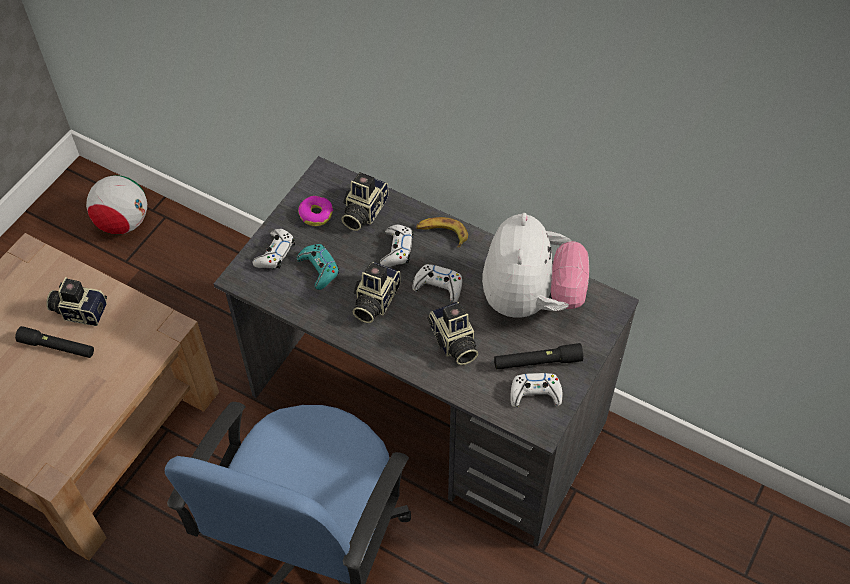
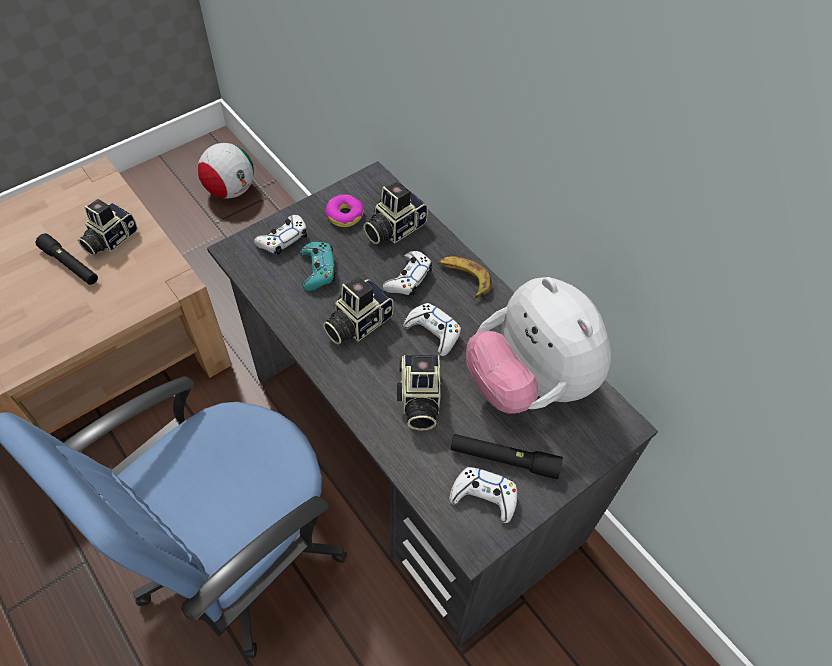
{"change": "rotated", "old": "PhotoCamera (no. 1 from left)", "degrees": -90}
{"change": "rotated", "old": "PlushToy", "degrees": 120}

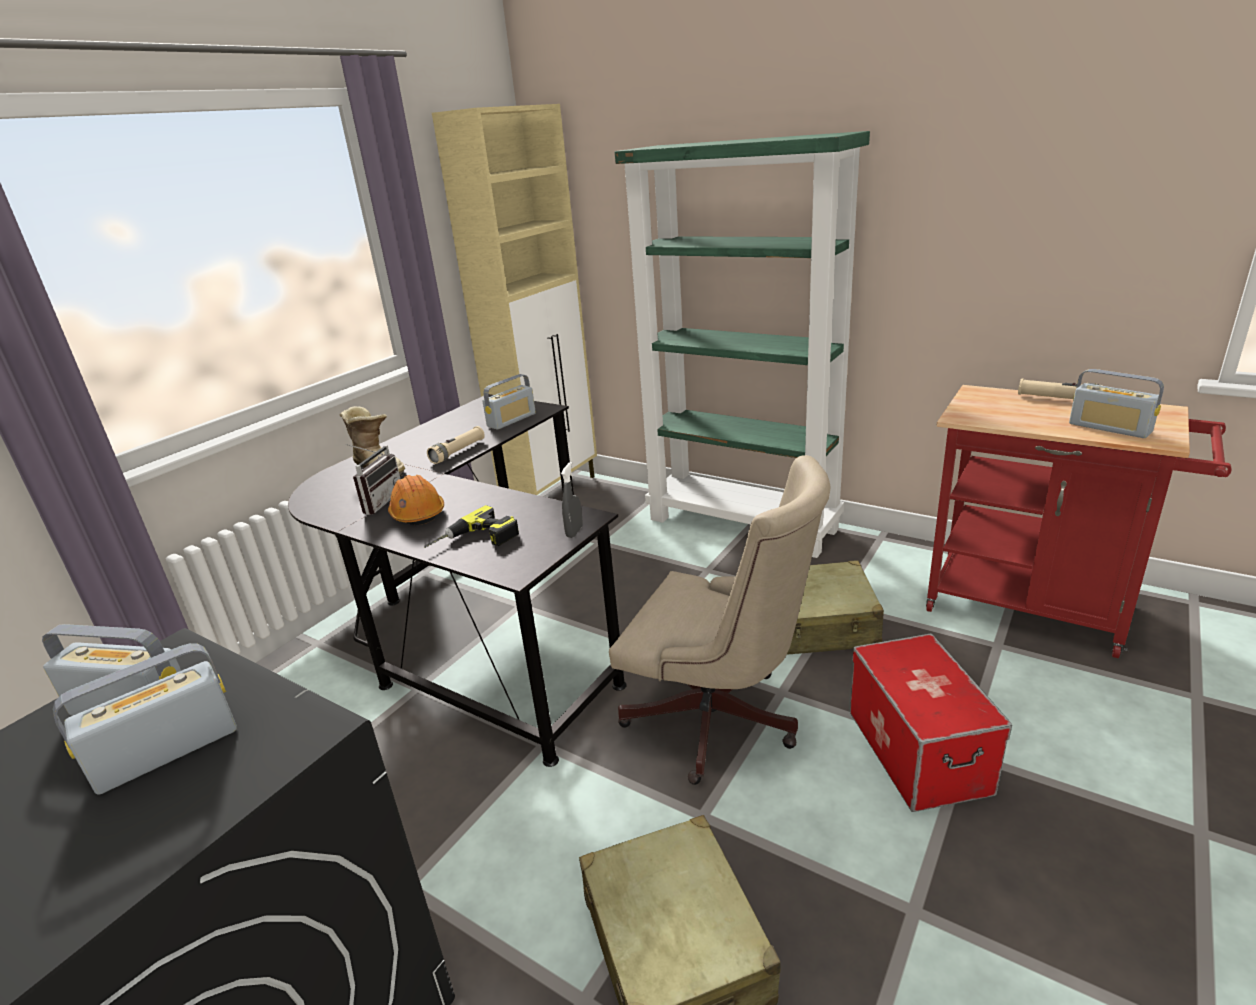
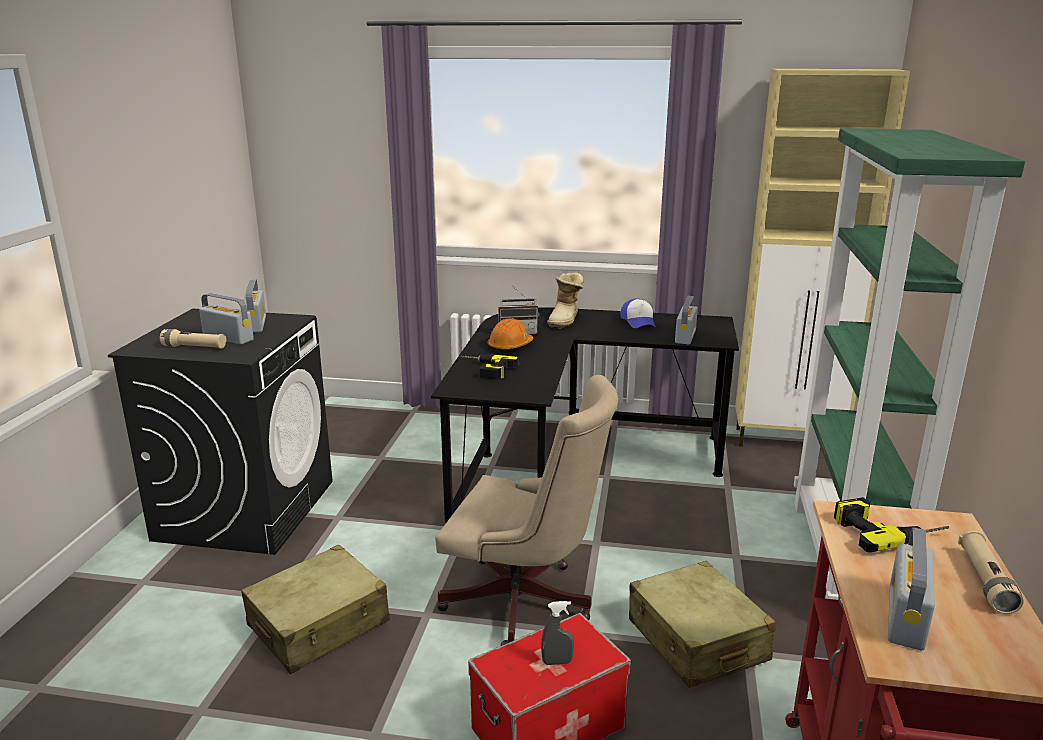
{"change": "shifted", "old": "BeigeColouredFlashlight (no. 1 from left)"}
{"change": "rotated", "old": "BeigeColouredDeskChair", "degrees": -75}
{"change": "shifted", "old": "GreySprayBottle"}
{"change": "new", "new": "BaseballCap"}
{"change": "rotated", "old": "RadioReceiver (no. 4 from left)", "degrees": -90}
{"change": "new", "new": "ElectricDrill (no. 2 from left)"}

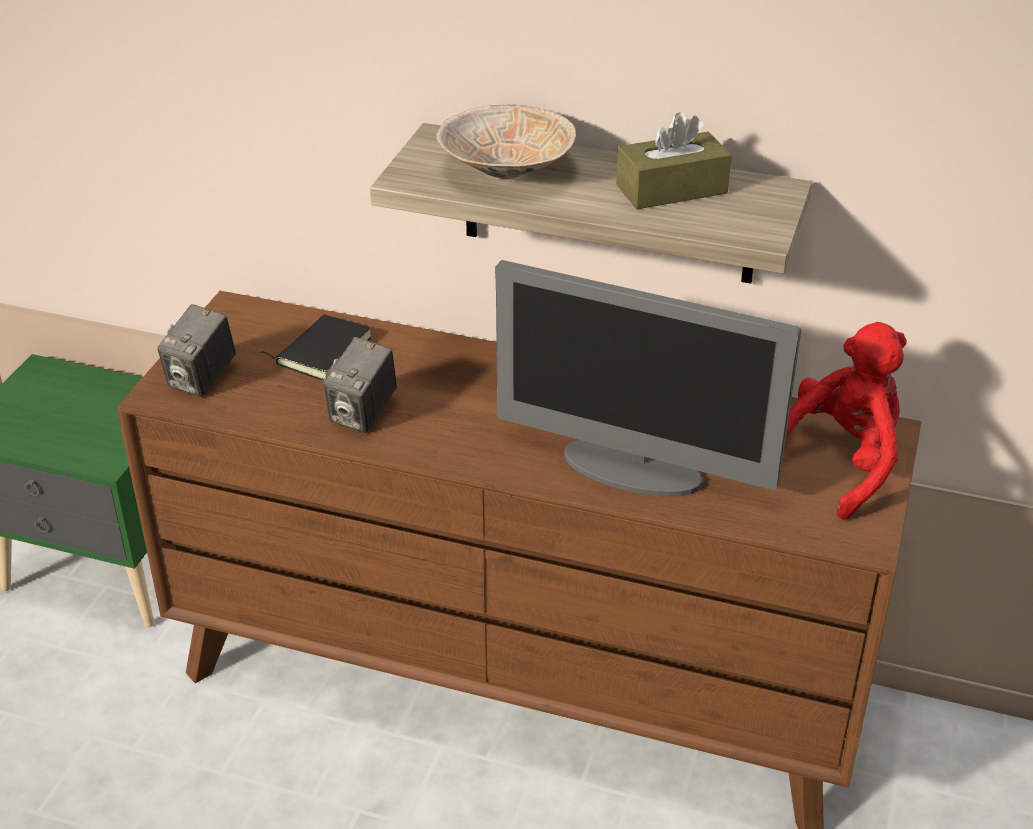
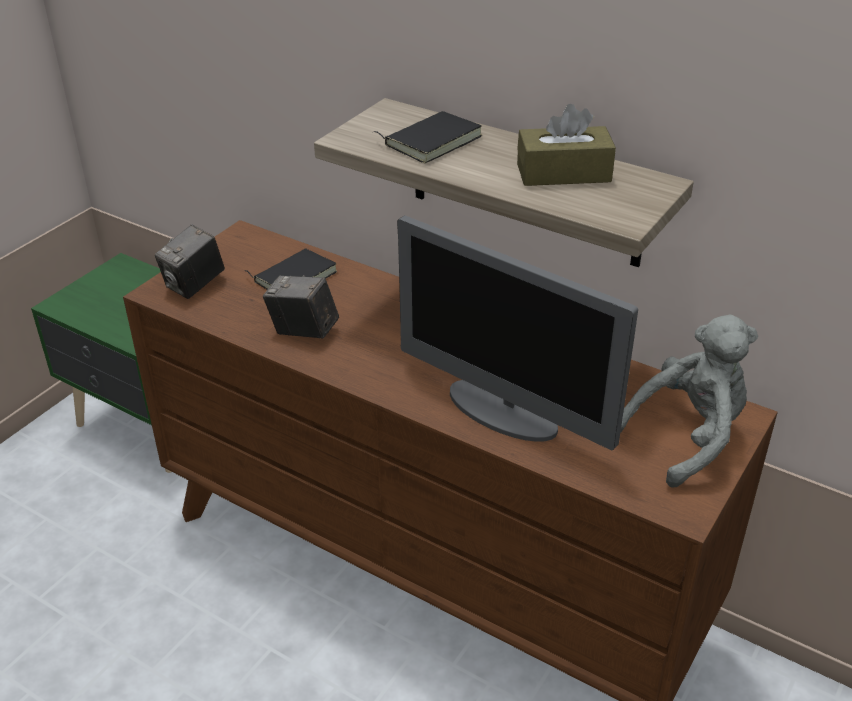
{"change": "rotated", "old": "PhotoCamera (no. 2 from left)", "degrees": 75}
{"change": "swapped", "old": "BeigeColouredServingBowl", "new": "BlackBoundBook (no. 2 from left)"}
{"change": "repainted", "old": "RedPlushToy", "new": "GreyPlushToy"}

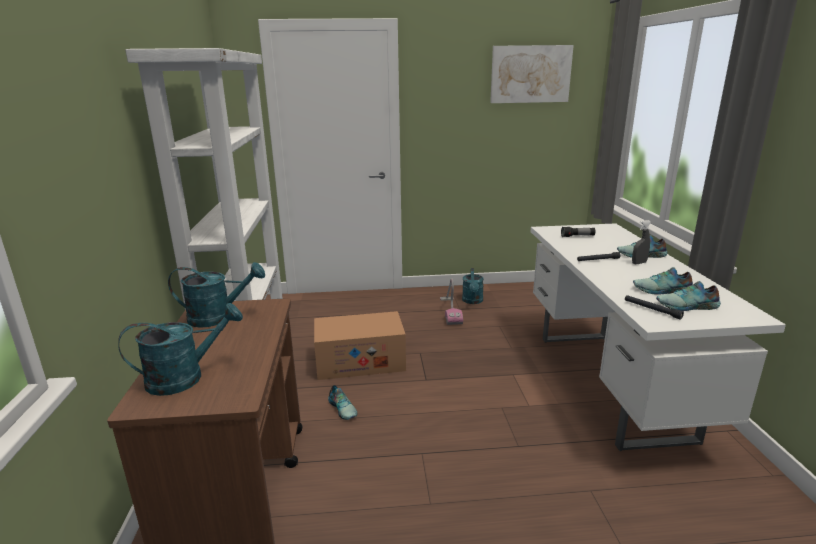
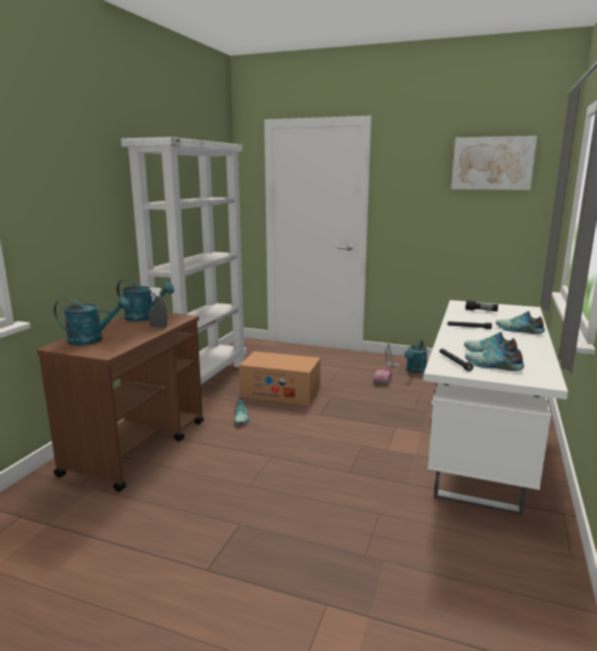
{"change": "shifted", "old": "GreySprayBottle"}

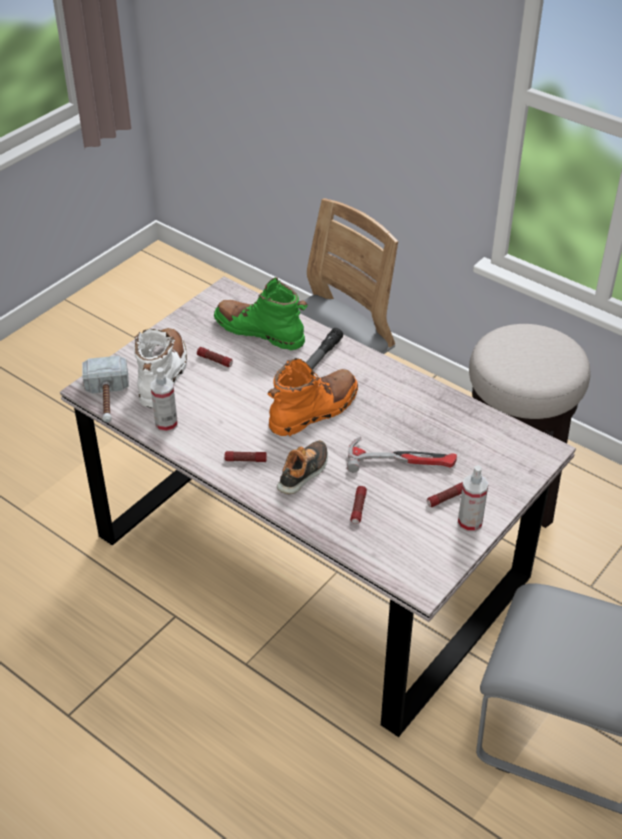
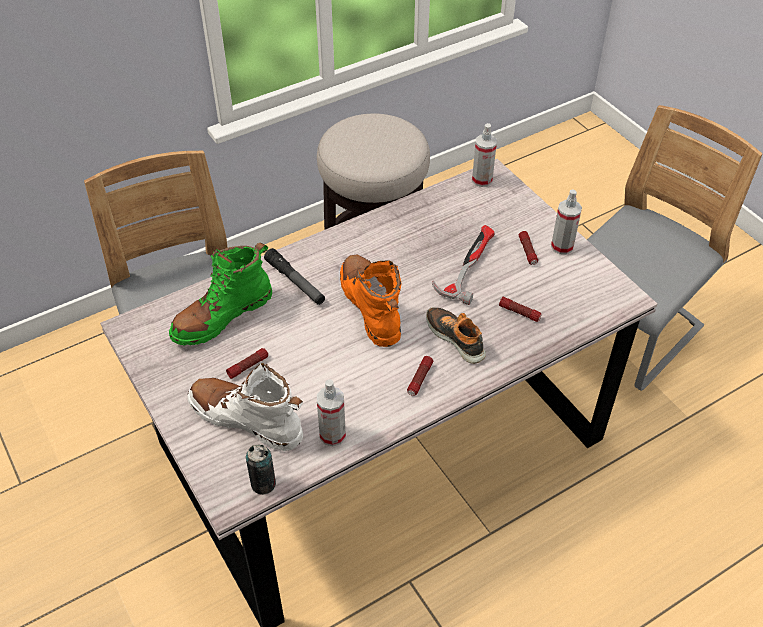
{"change": "swapped", "old": "HandHammer (no. 1 from left)", "new": "MetalCan"}
{"change": "new", "new": "SprayBottle (no. 2 from left)"}

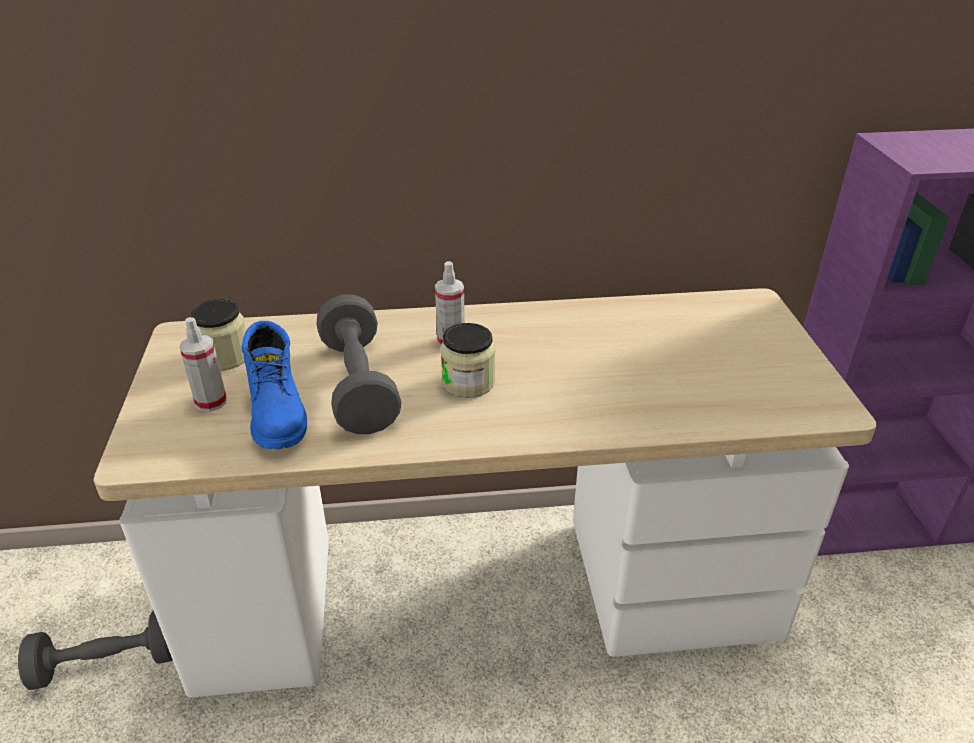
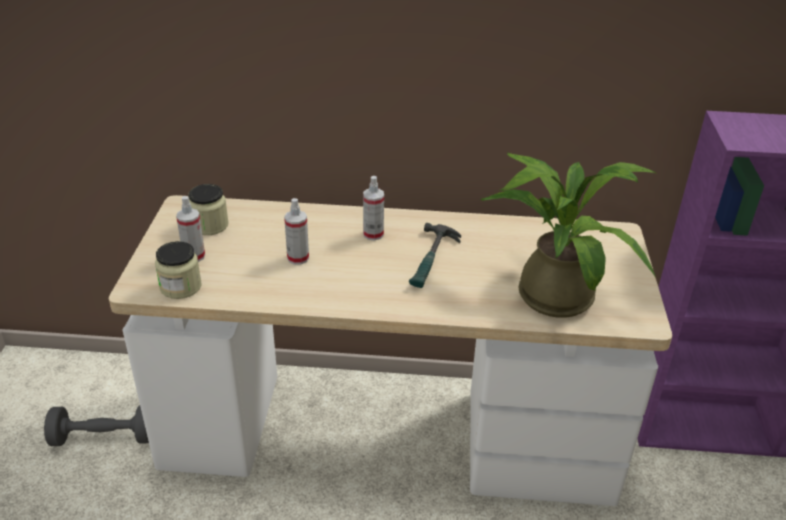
{"change": "shifted", "old": "Jar (no. 2 from left in the first image)", "new": "Jar (no. 1 from left)"}
{"change": "swapped", "old": "GreyHandWeight (no. 2 from left)", "new": "SprayBottle (no. 2 from left)"}
{"change": "new", "new": "HandHammer"}
{"change": "new", "new": "Houseplant"}
{"change": "gone", "old": "BluishTallBoot"}

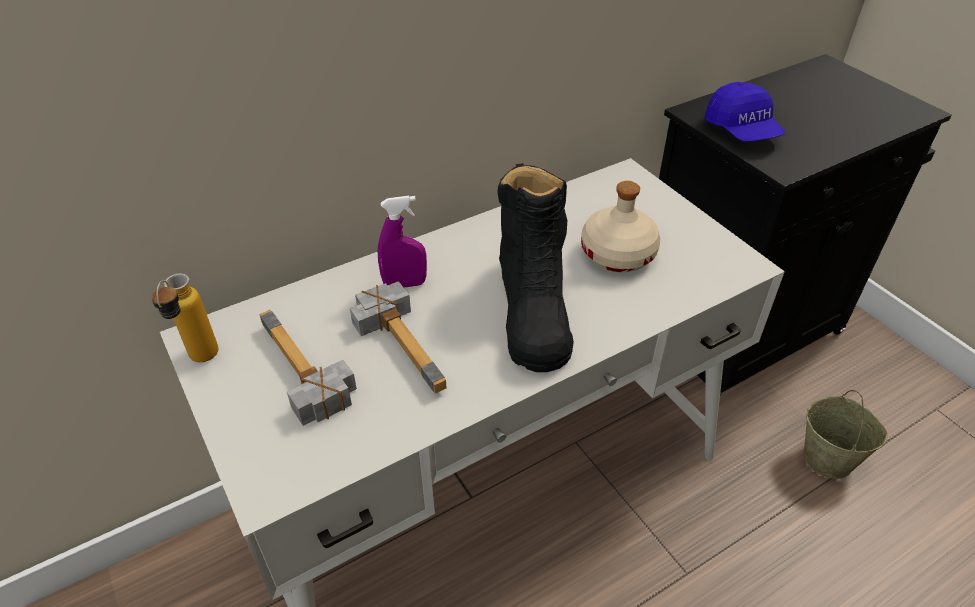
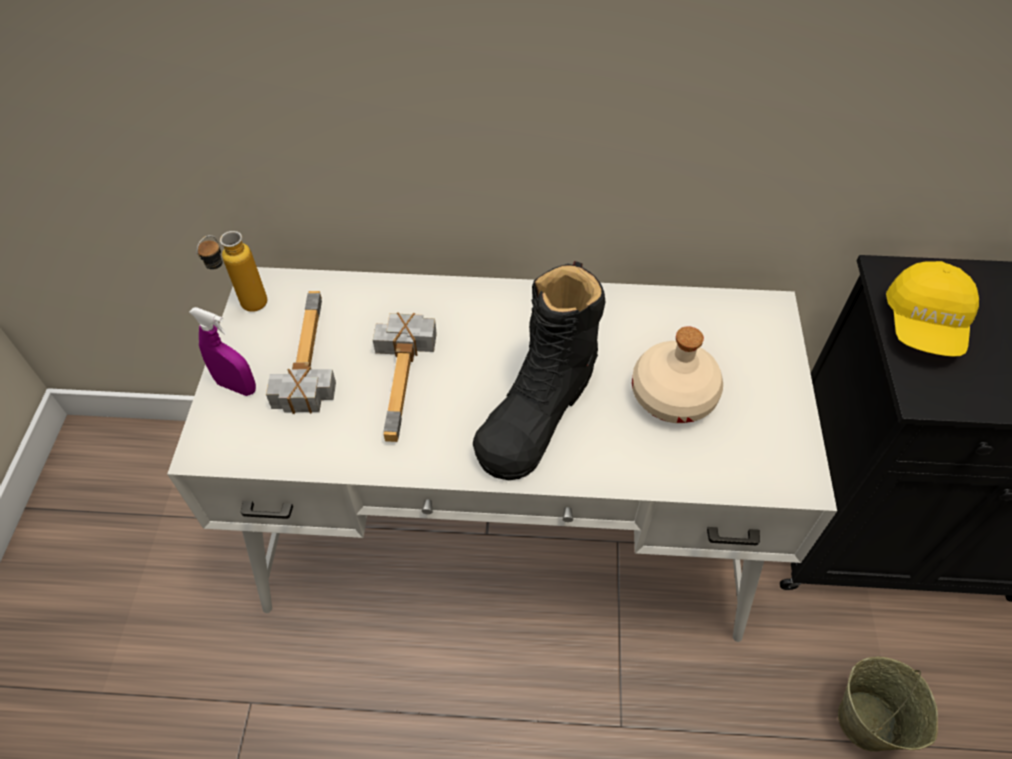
{"change": "shifted", "old": "PurpleSprayBottle"}
{"change": "repainted", "old": "BluishBaseballCap", "new": "YellowishBaseballCap"}

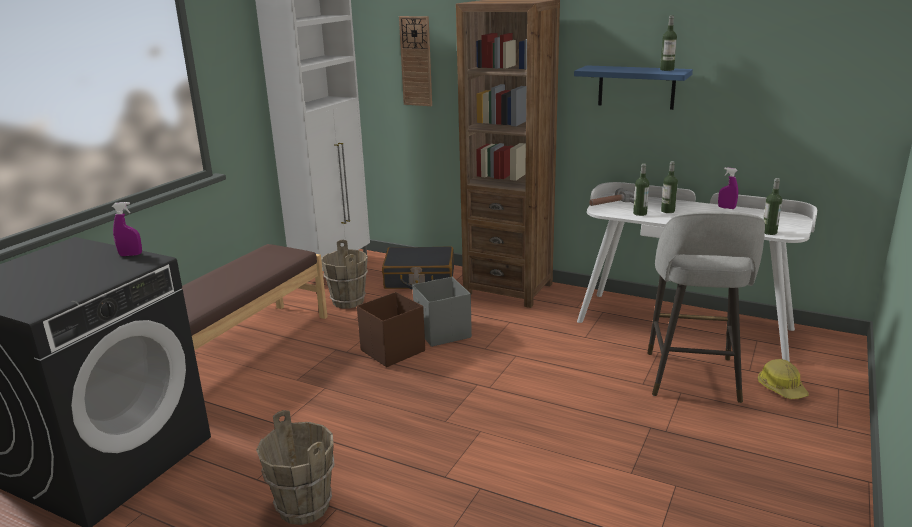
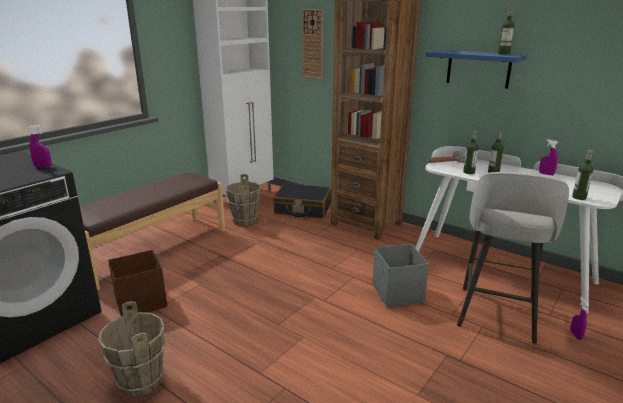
{"change": "shifted", "old": "BrownStorageContainer"}
{"change": "shifted", "old": "GreyStorageContainer"}
{"change": "swapped", "old": "WorkHelmet", "new": "PurpleSprayBottle (no. 3 from left)"}

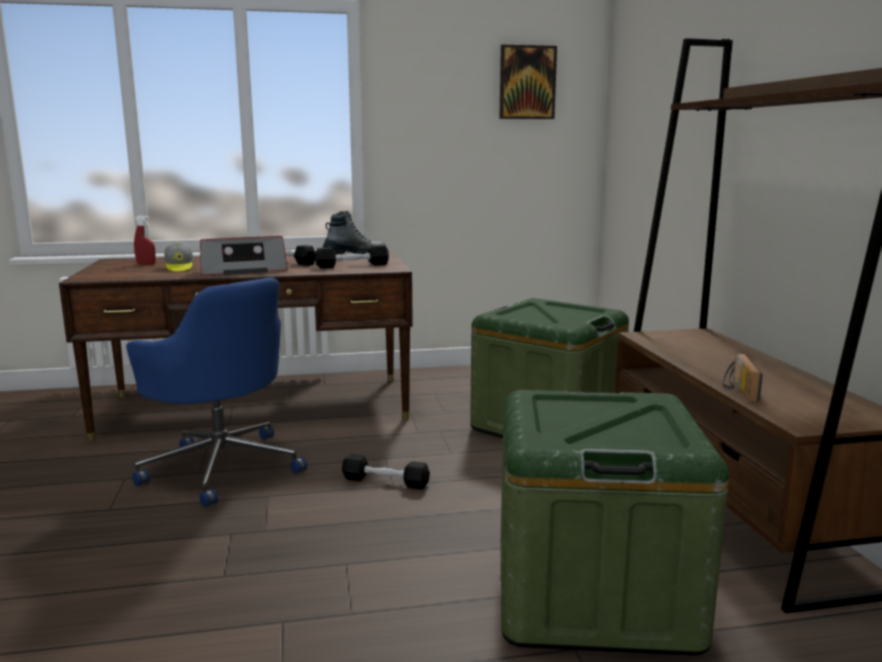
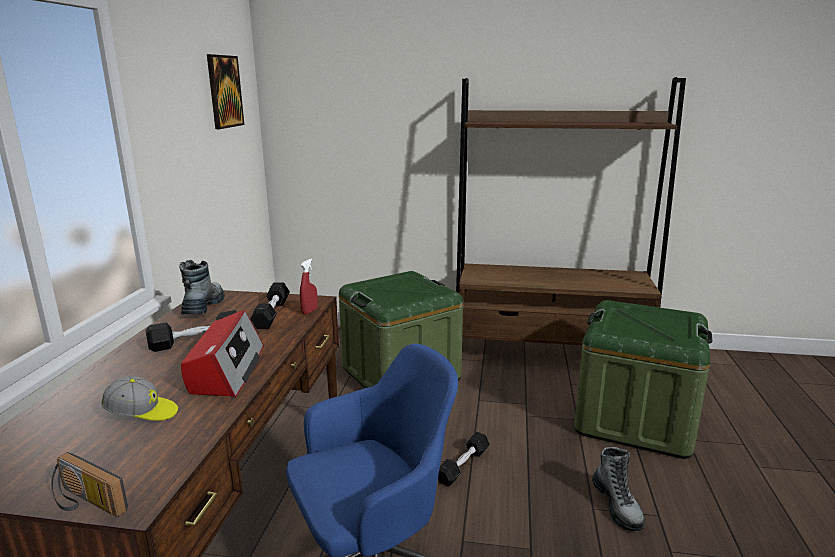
{"change": "shifted", "old": "RadioReceiver (no. 2 from left in the first image)", "new": "RadioReceiver (no. 1 from left)"}
{"change": "shifted", "old": "RedSprayBottle"}
{"change": "new", "new": "TallBoot (no. 2 from left)"}

